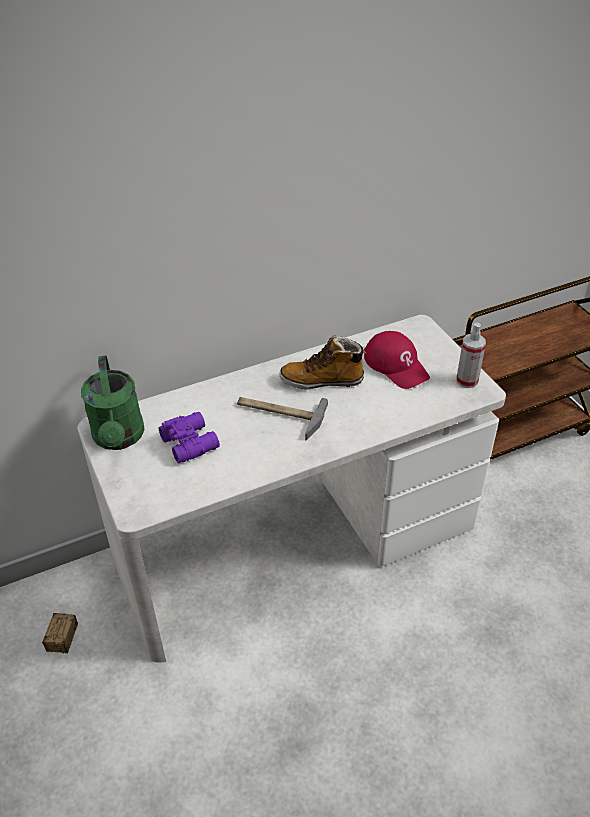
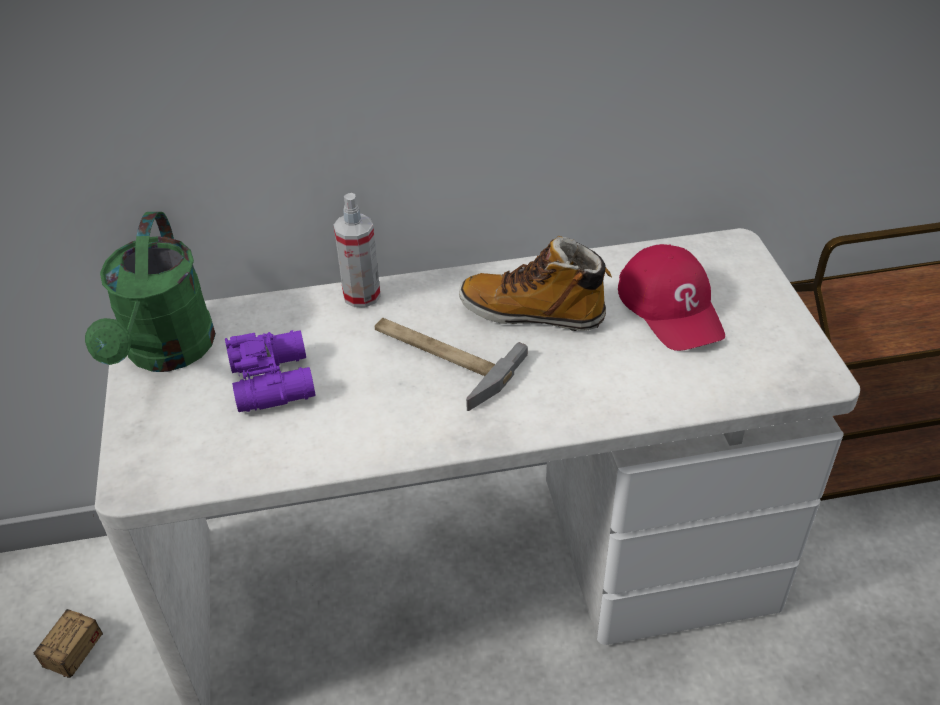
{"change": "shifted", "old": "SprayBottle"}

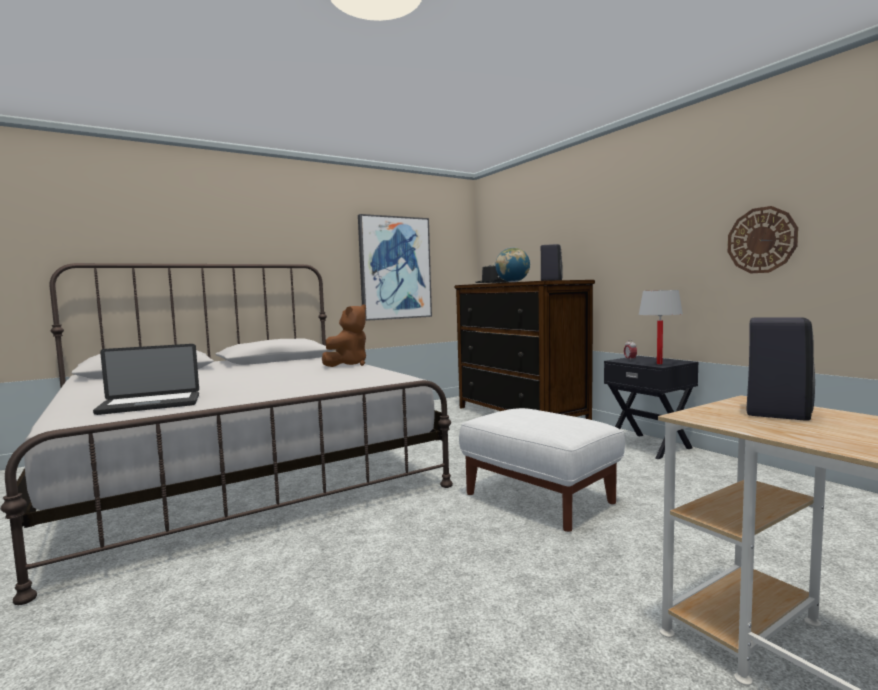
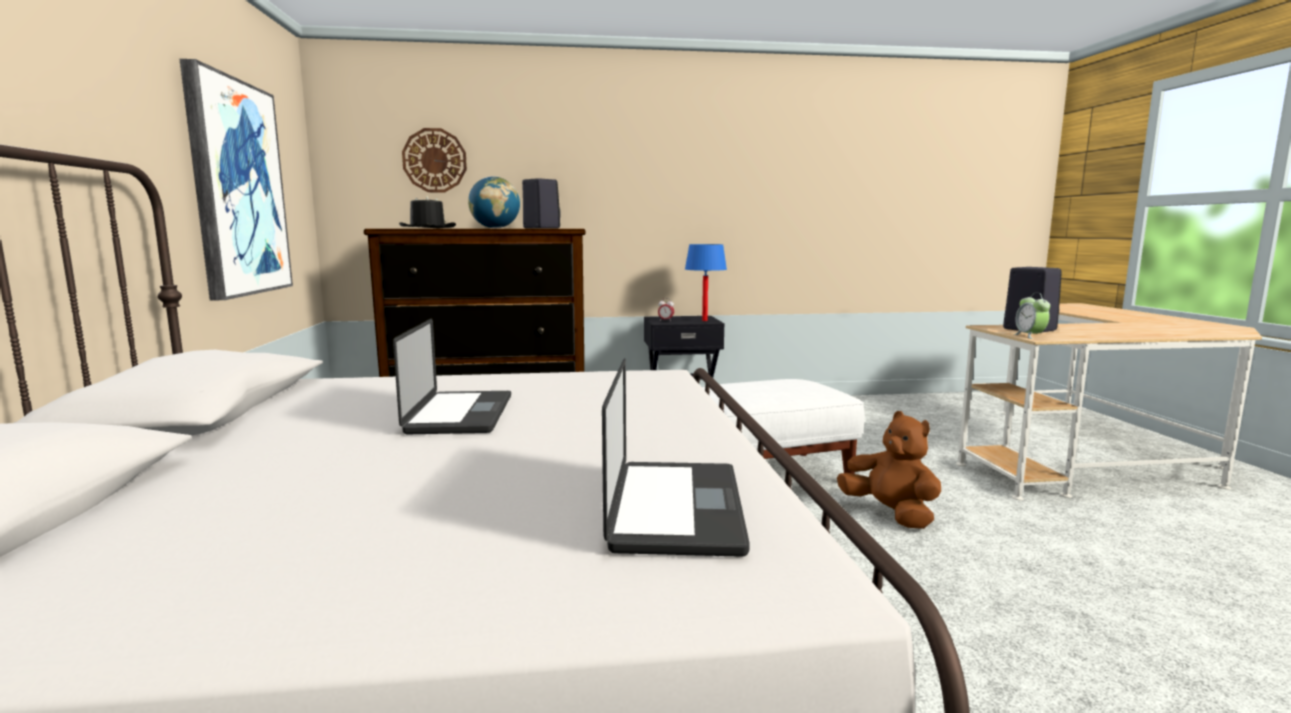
{"change": "new", "new": "PortableComputer (no. 1 from left)"}
{"change": "shifted", "old": "WallClock"}
{"change": "repainted", "old": "WhiteTableLamp", "new": "BluishTableLamp"}
{"change": "shifted", "old": "BrownPlushToy"}
{"change": "new", "new": "BedsideClock (no. 2 from left)"}

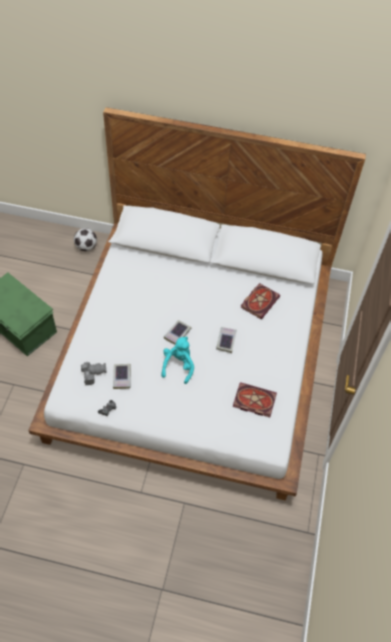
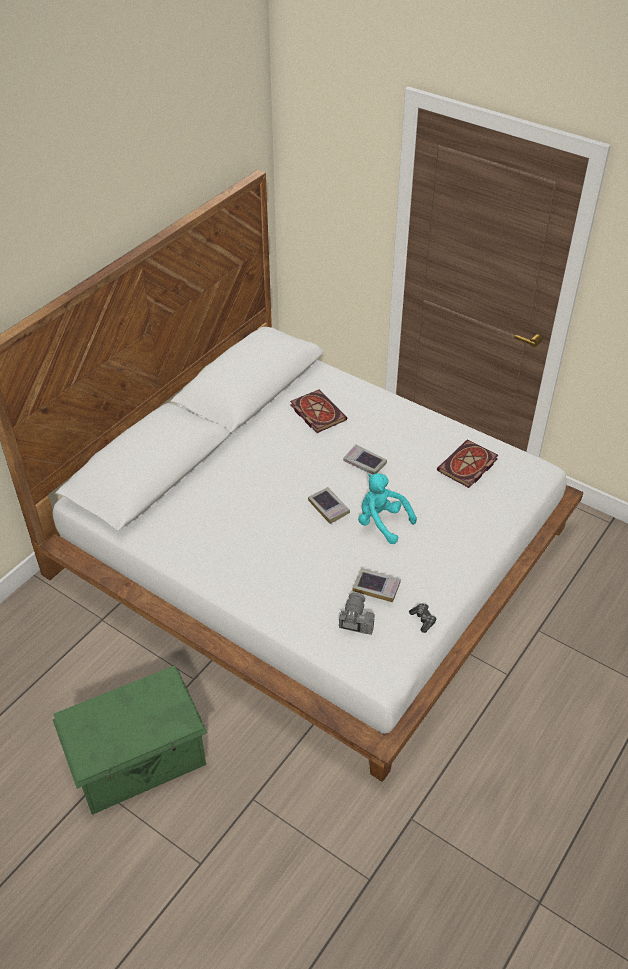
{"change": "gone", "old": "Football"}

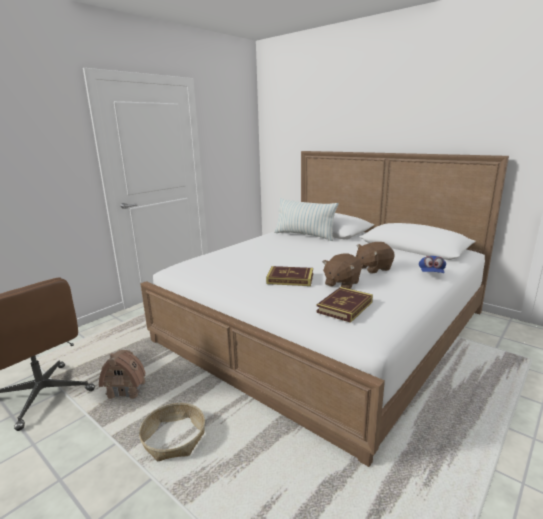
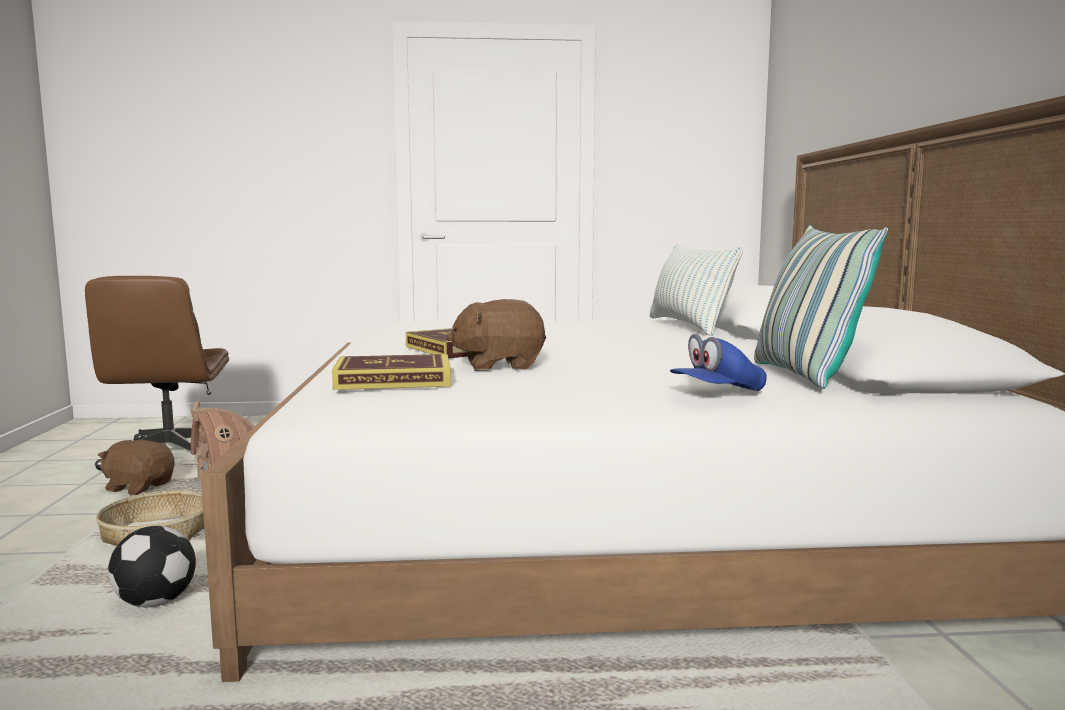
{"change": "shifted", "old": "BrownPlushToy (no. 2 from left in the first image)", "new": "BrownPlushToy (no. 1 from left)"}
{"change": "new", "new": "Football"}
{"change": "new", "new": "ThrowPillow (no. 2 from left)"}

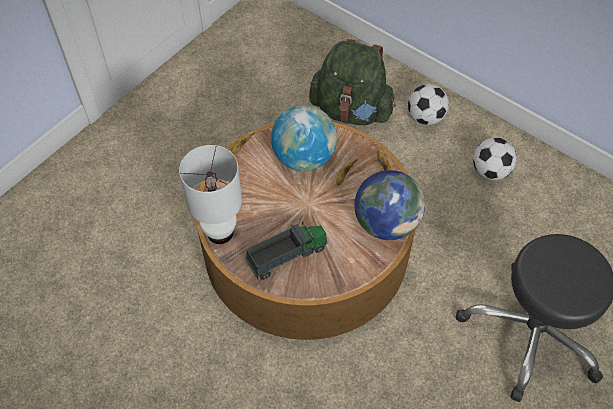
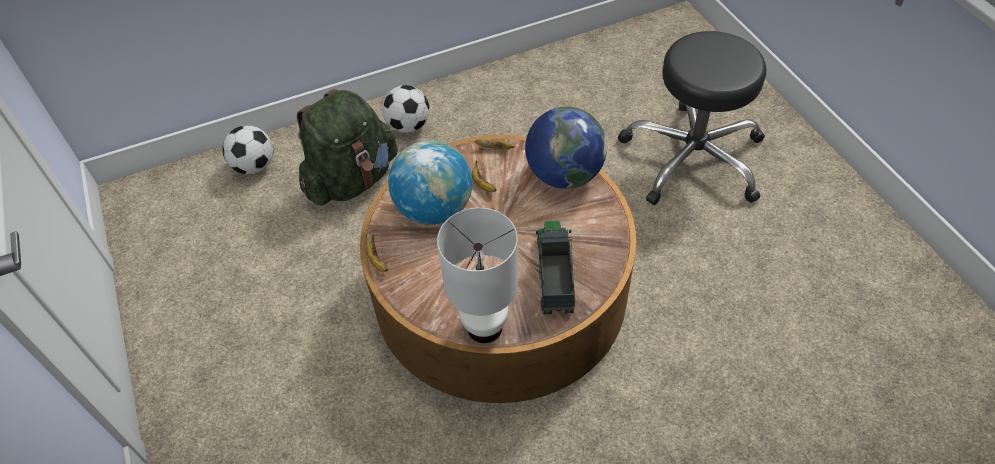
{"change": "shifted", "old": "Football (no. 2 from left in the first image)", "new": "Football (no. 1 from left)"}

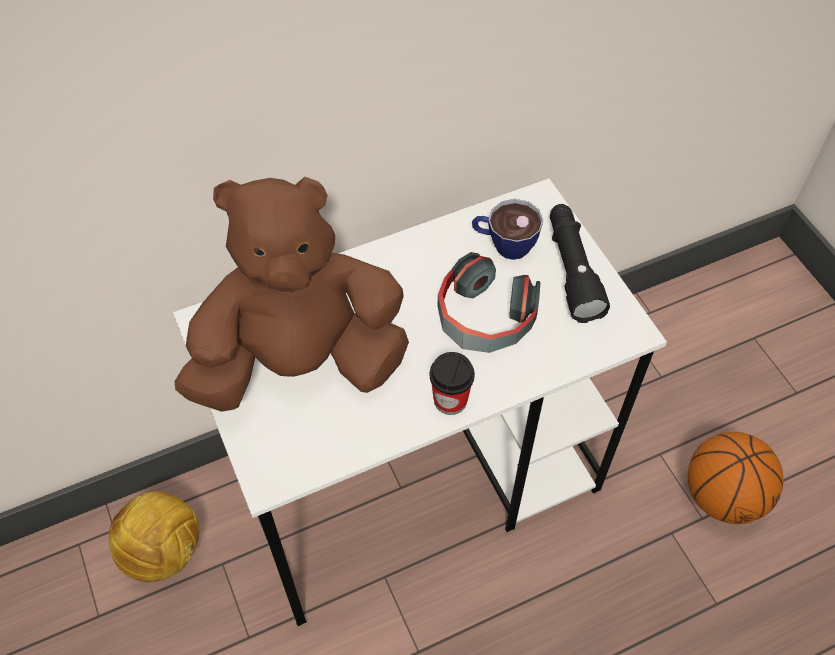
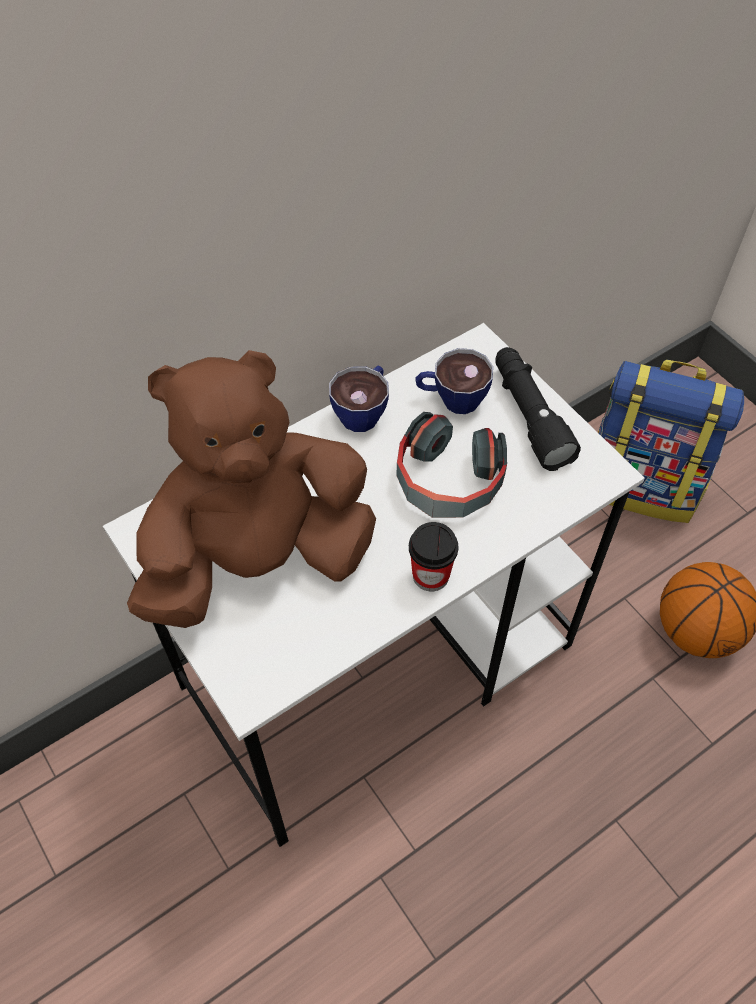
{"change": "new", "new": "Cup (no. 1 from left)"}
{"change": "new", "new": "Rucksack"}
{"change": "gone", "old": "Football"}

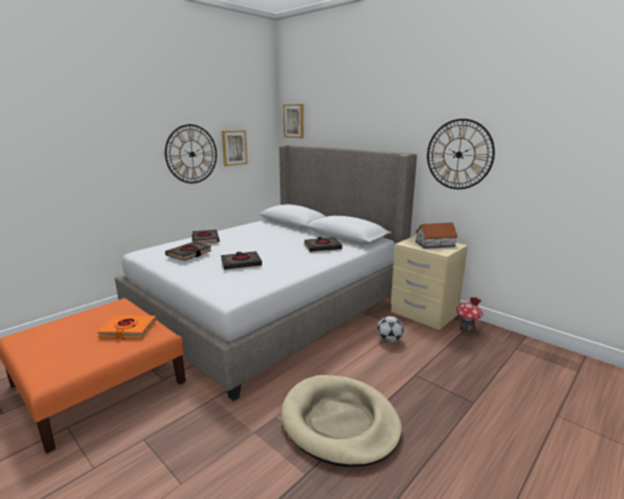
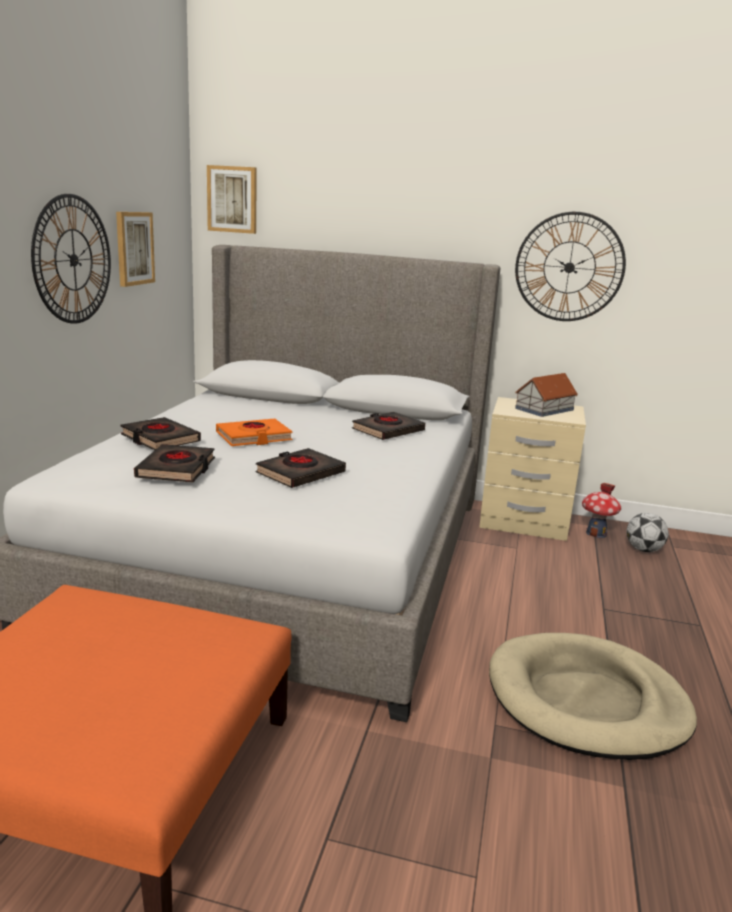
{"change": "shifted", "old": "OrangeBoundBook"}
{"change": "shifted", "old": "Football"}

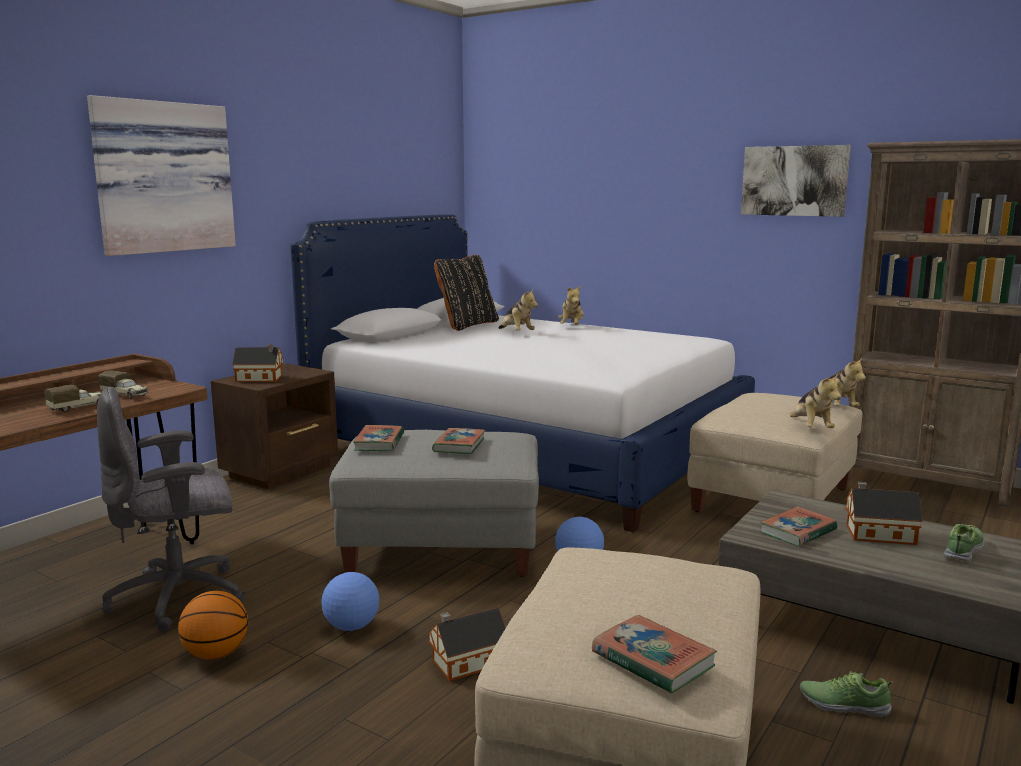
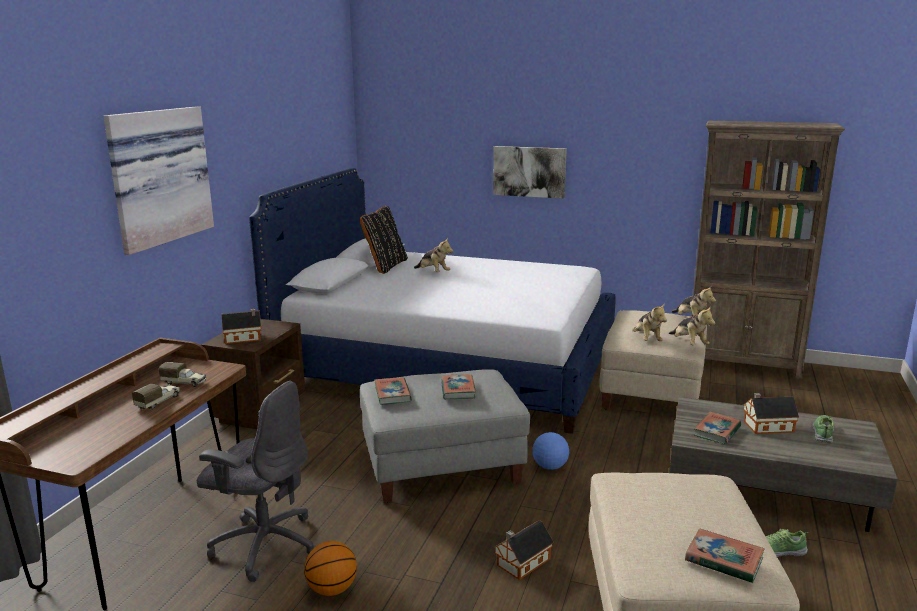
{"change": "rotated", "old": "GreyDeskChair", "degrees": -120}
{"change": "shifted", "old": "WallArt (no. 2 from left)"}
{"change": "shifted", "old": "PlushToy (no. 2 from left)"}
{"change": "gone", "old": "Football (no. 1 from left)"}

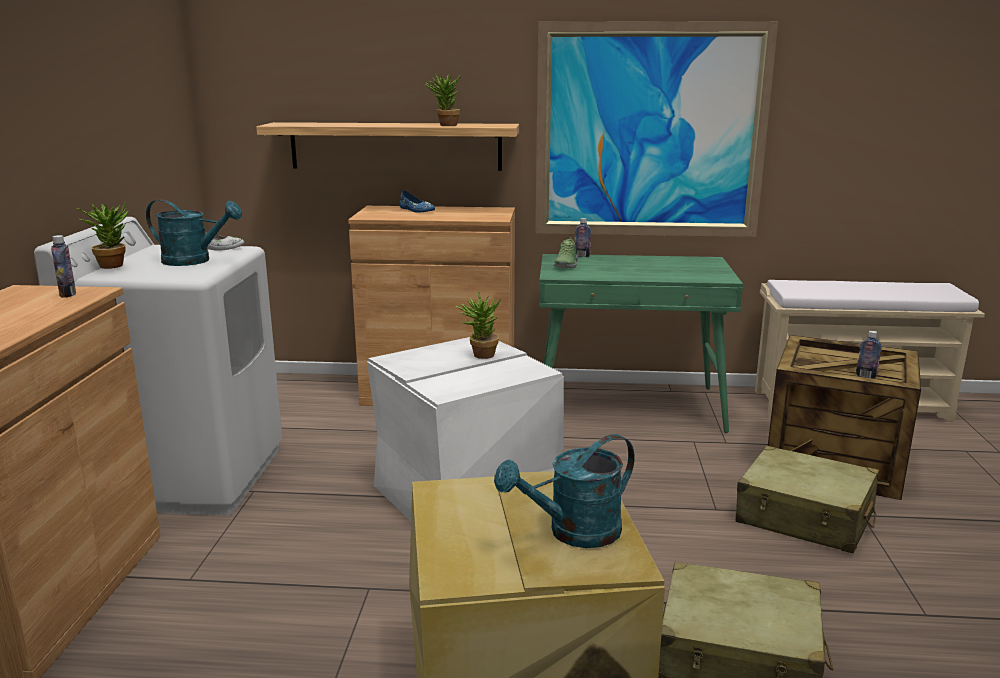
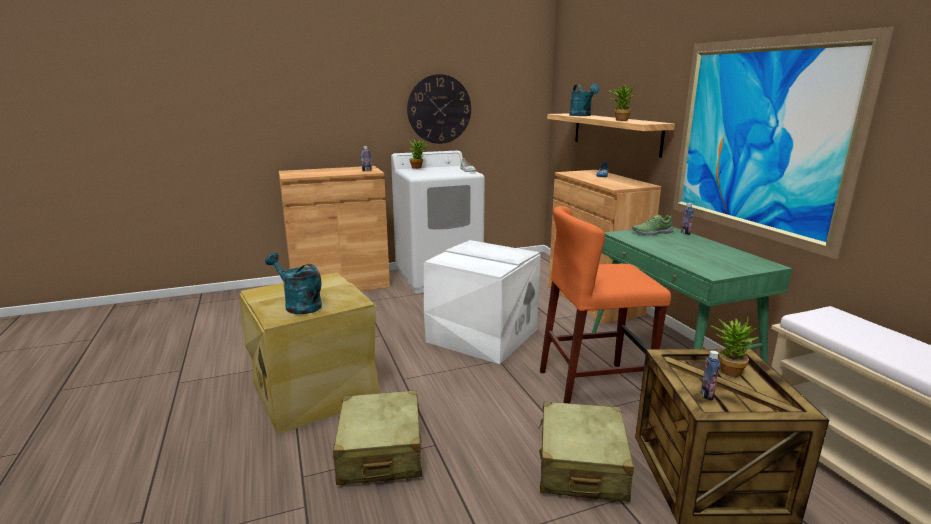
{"change": "new", "new": "WallClock"}
{"change": "new", "new": "OrangeSittingStool"}
{"change": "shifted", "old": "BlueGreenWateringPot (no. 1 from left in the first image)", "new": "BlueGreenWateringPot (no. 2 from left)"}
{"change": "shifted", "old": "Houseplant (no. 3 from left)"}

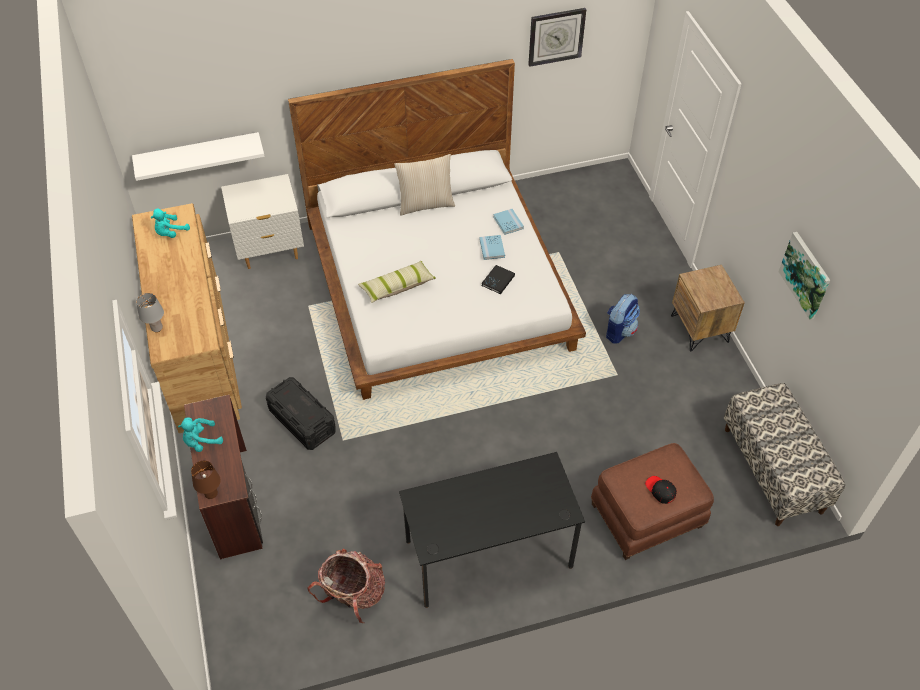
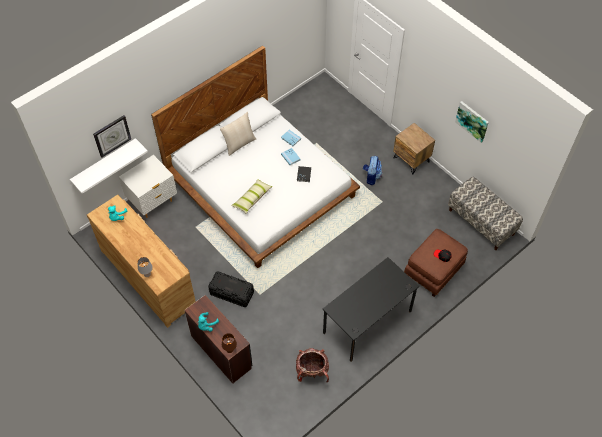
{"change": "shifted", "old": "WallClock"}

